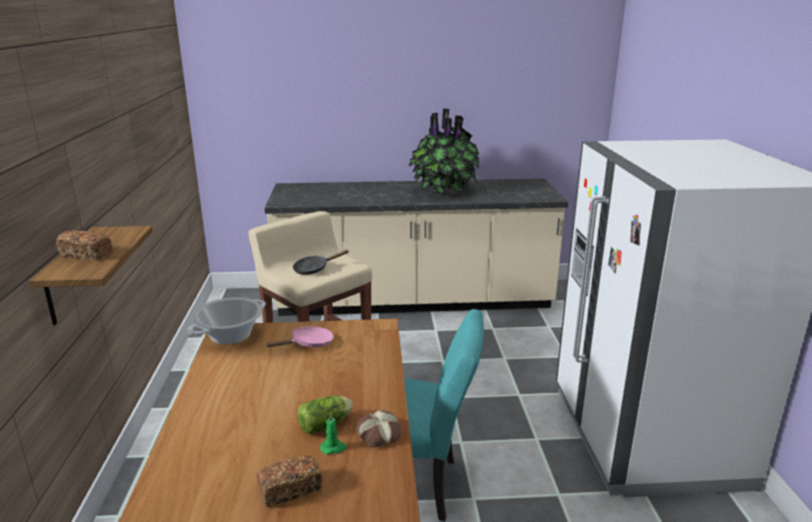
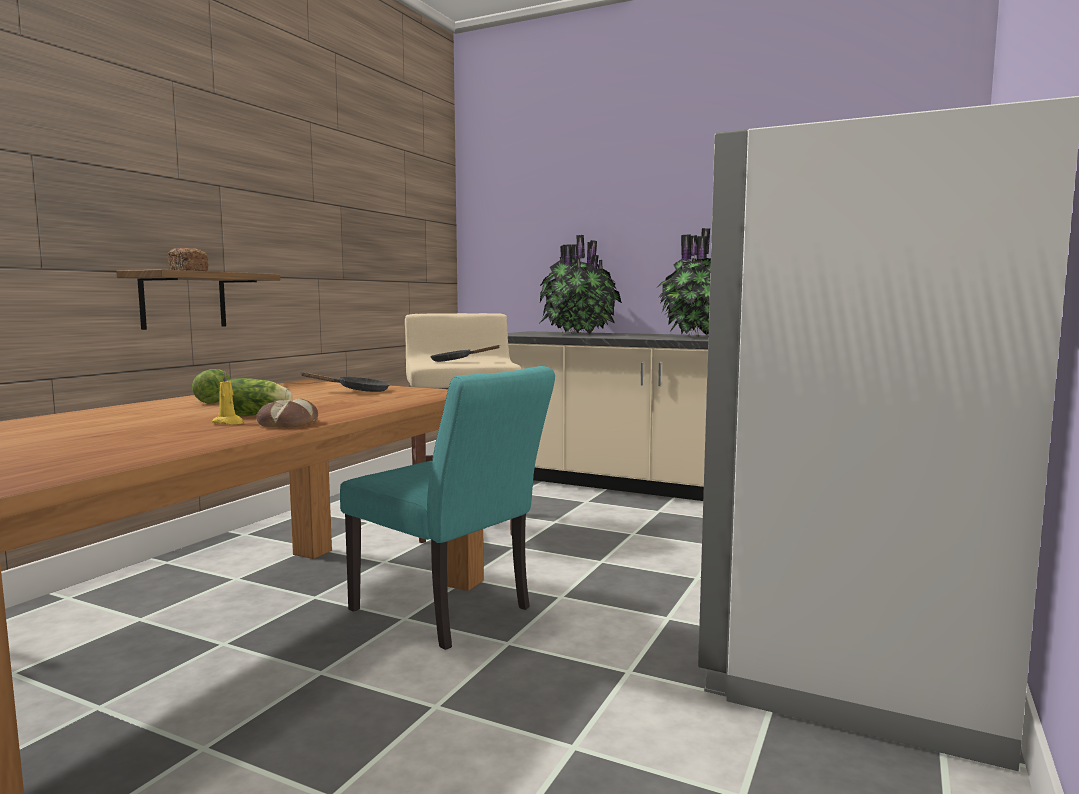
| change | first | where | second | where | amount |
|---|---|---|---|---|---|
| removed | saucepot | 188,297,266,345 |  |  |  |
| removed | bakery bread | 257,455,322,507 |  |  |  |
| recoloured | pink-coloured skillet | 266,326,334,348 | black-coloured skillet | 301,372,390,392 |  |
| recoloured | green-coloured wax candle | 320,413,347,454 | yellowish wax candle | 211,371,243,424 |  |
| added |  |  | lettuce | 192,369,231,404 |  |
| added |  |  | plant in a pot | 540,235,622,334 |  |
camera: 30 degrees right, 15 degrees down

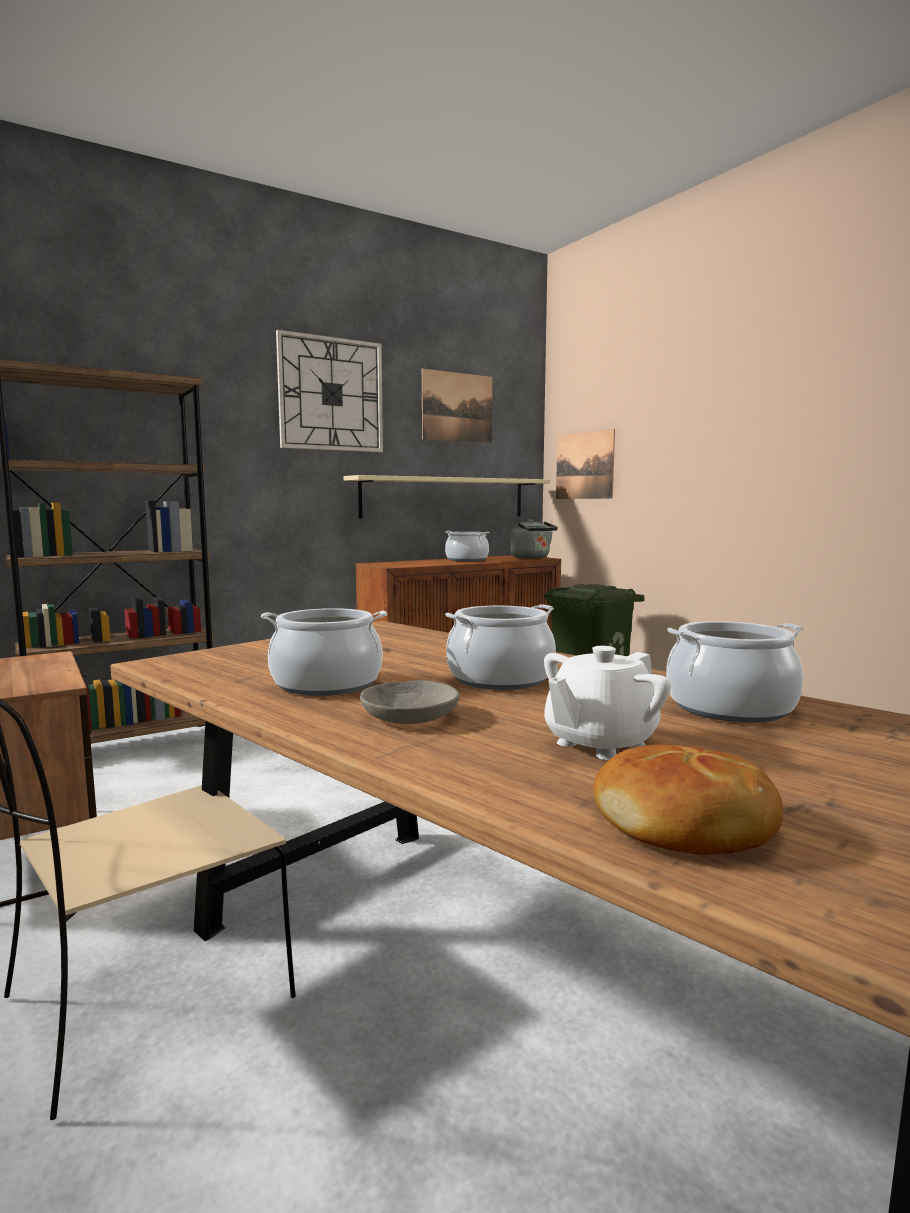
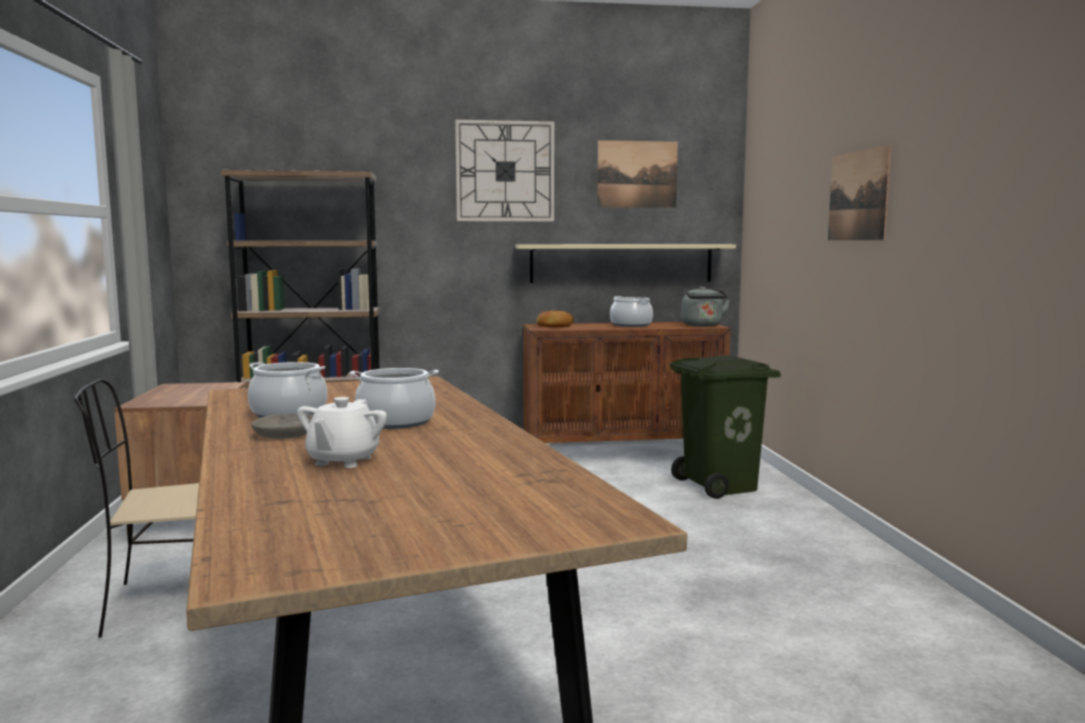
| change | first | where | second | where | amount |
|---|---|---|---|---|---|
| turned | white teapot | 544,646,671,760 |  | 297,397,387,468 | 60 degrees counterclockwise |
| moved | picture | 556,429,615,499 |  | 828,144,892,240 |  |
| moved | bakery bread | 593,744,783,855 |  | 536,310,573,327 |  |
| removed | saucepot | 666,621,803,723 |  |  |  |
camera: 25 degrees right, 0 degrees up

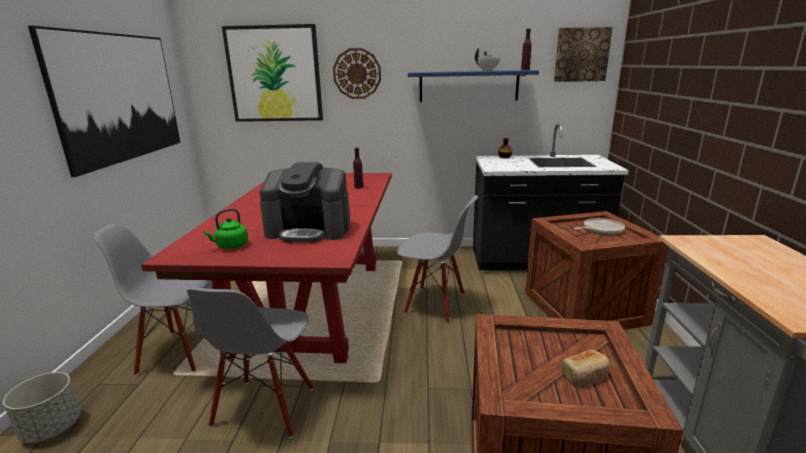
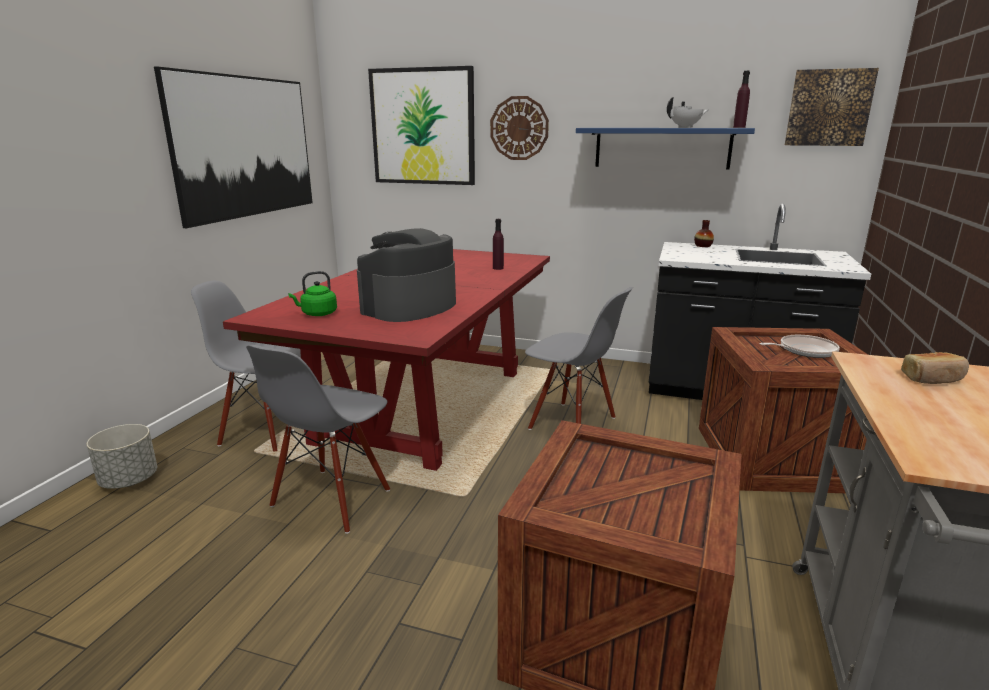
| change | first | where | second | where | amount |
|---|---|---|---|---|---|
| turned | coffee brewer | 260,162,350,242 |  | 357,228,456,322 | 105 degrees clockwise |
| moved | bakery bread | 561,350,610,386 |  | 901,352,969,384 |  |
camera: 15 degrees right, 0 degrees up

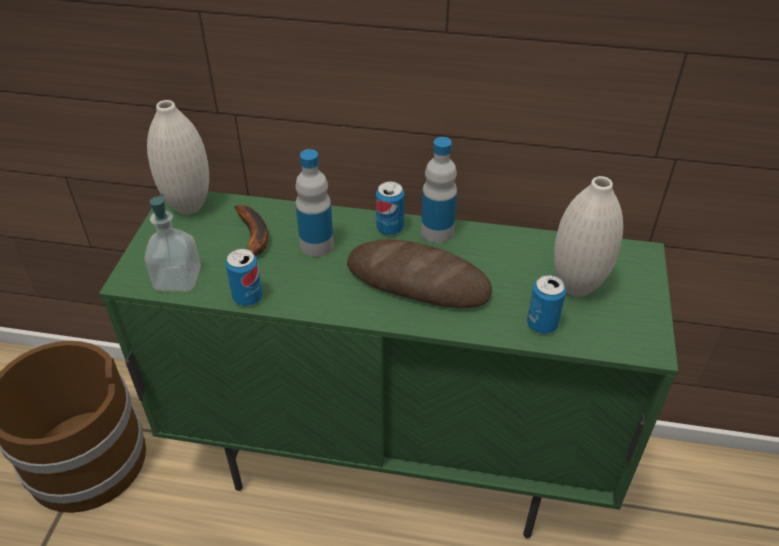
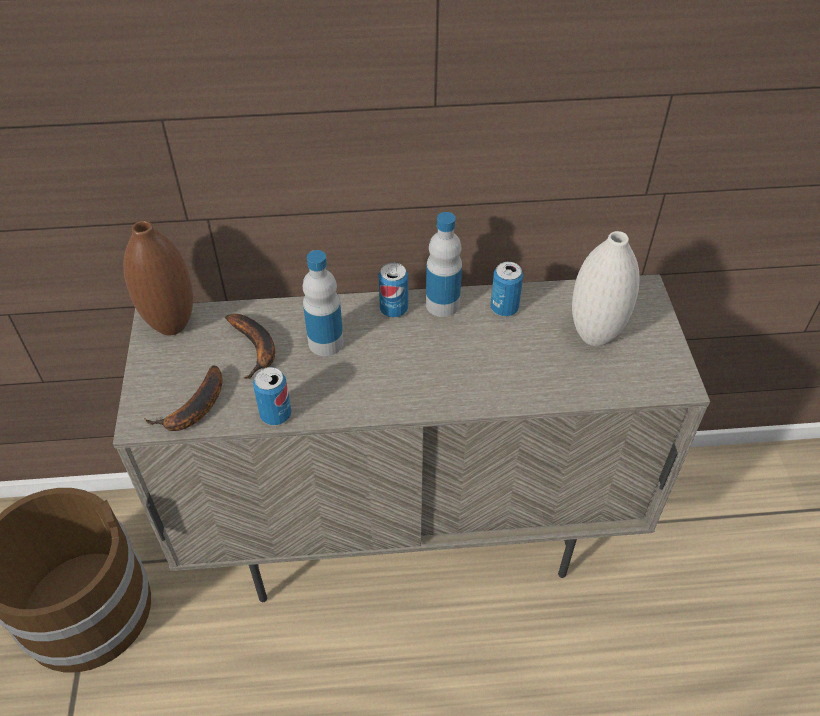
| change | first | where | second | where | amount |
|---|---|---|---|---|---|
| recoloured | green-coloured cabinet | 99,191,678,538 | beige-coloured cabinet | 113,274,710,602 |  |
| replaced | soap bottle | 145,193,201,292 | banana fruit | 144,365,223,431 |  |
| recoloured | white vase | 147,100,209,215 | brownish vase | 124,221,193,335 |  |
| removed | bakery bread | 347,239,492,308 |  |  |  |
| moved | metal can | 527,275,566,334 |  | 491,262,523,316 |  |
camera: 15 degrees left, 5 degrees up

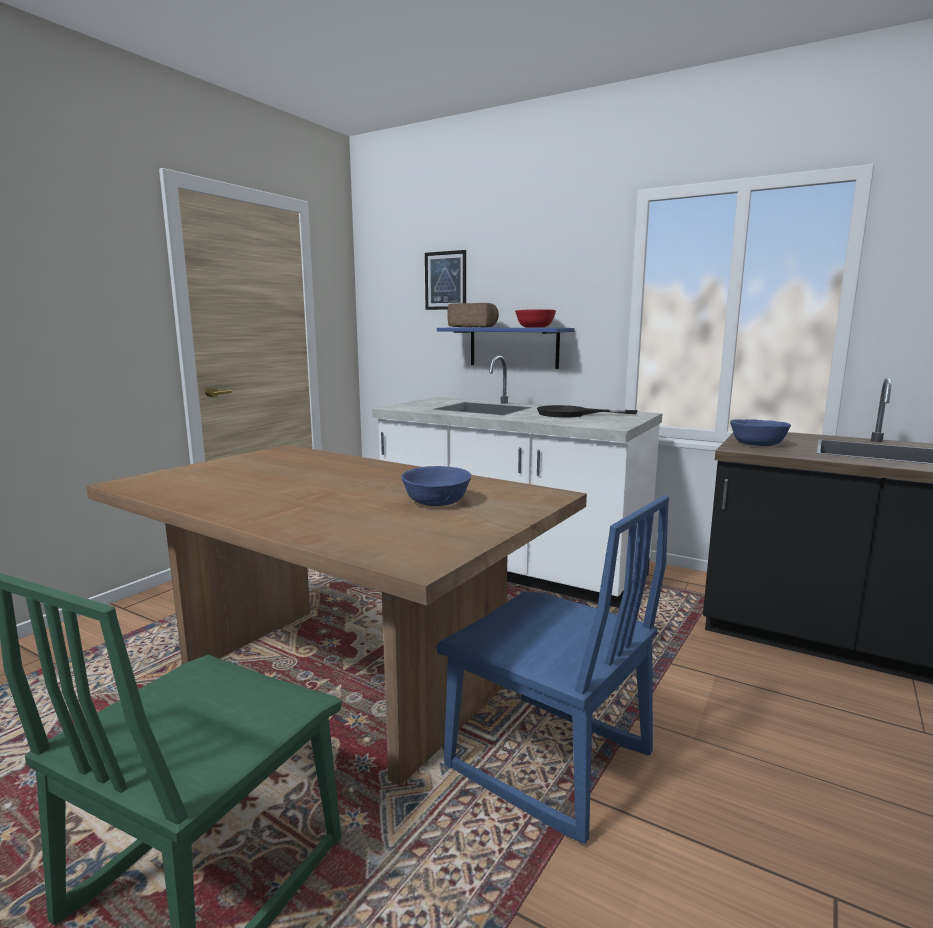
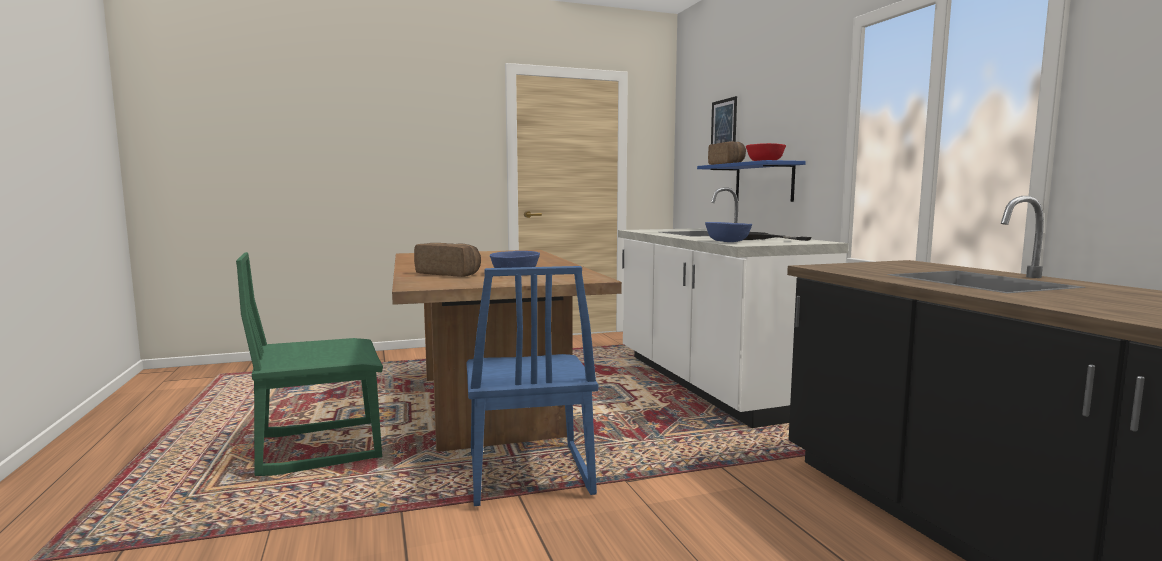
| change | first | where | second | where | amount |
|---|---|---|---|---|---|
| moved | blue bowl | 730,419,791,446 |  | 705,222,752,242 |  |
| added |  |  | bakery bread | 414,243,481,277 |  |
camera: 40 degrees right, 5 degrees down

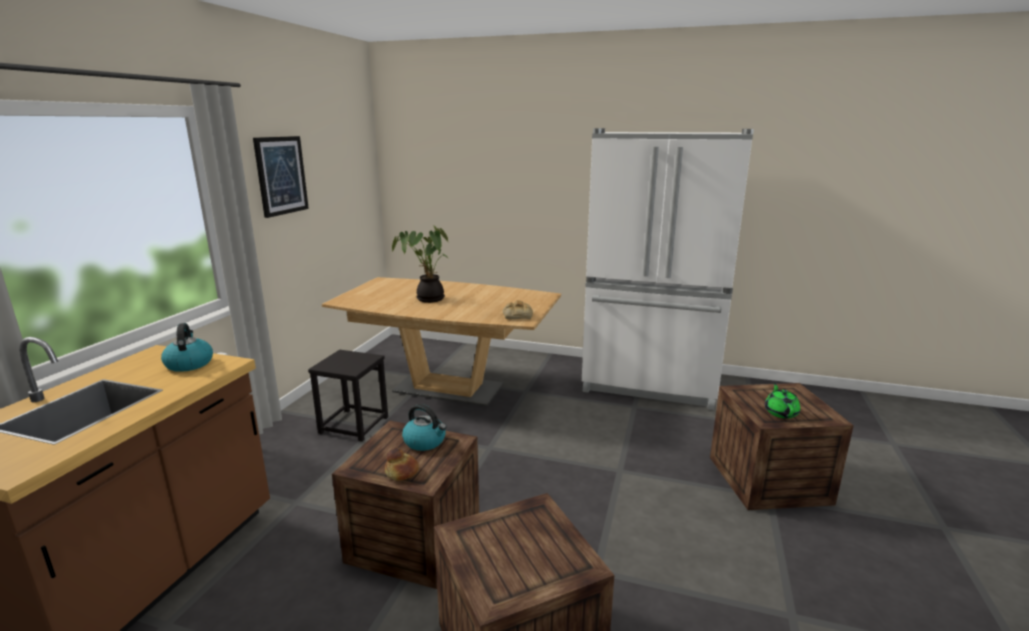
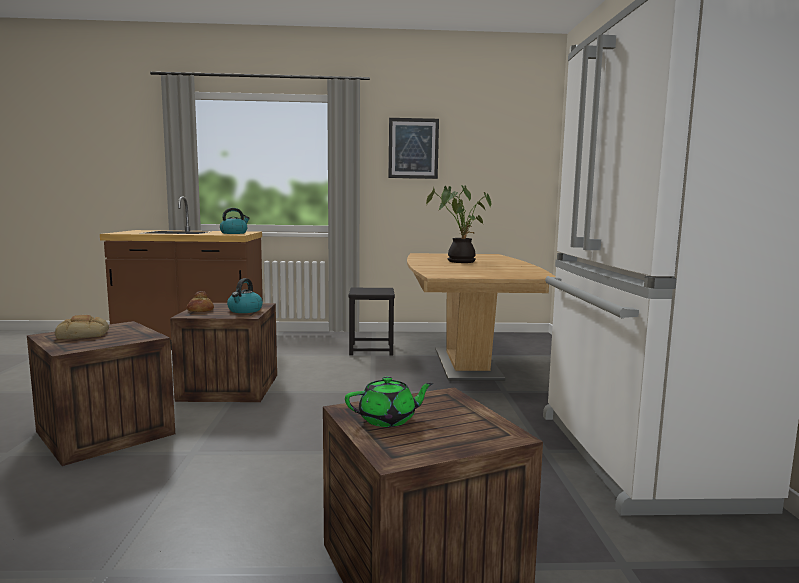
| change | first | where | second | where | amount |
|---|---|---|---|---|---|
| moved | bakery bread | 503,300,533,319 |  | 55,315,109,339 |  |
camera: 70 degrees right, 10 degrees down

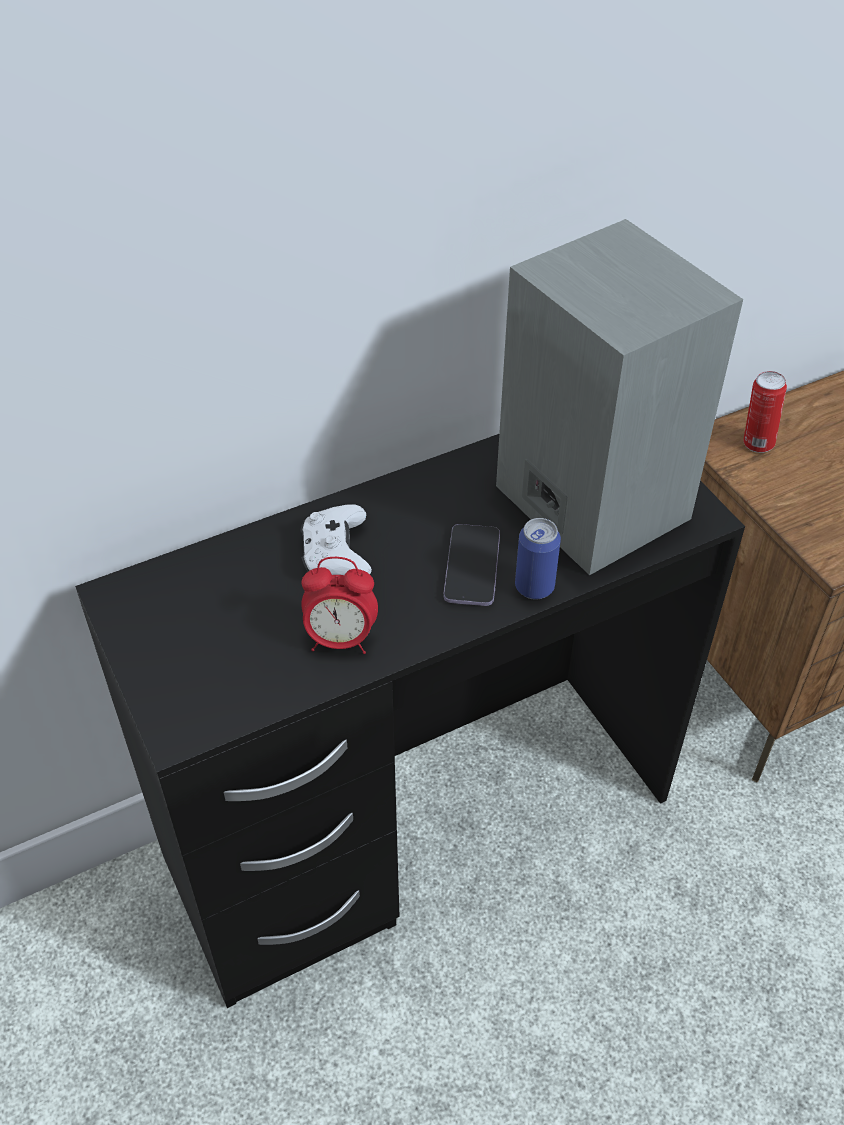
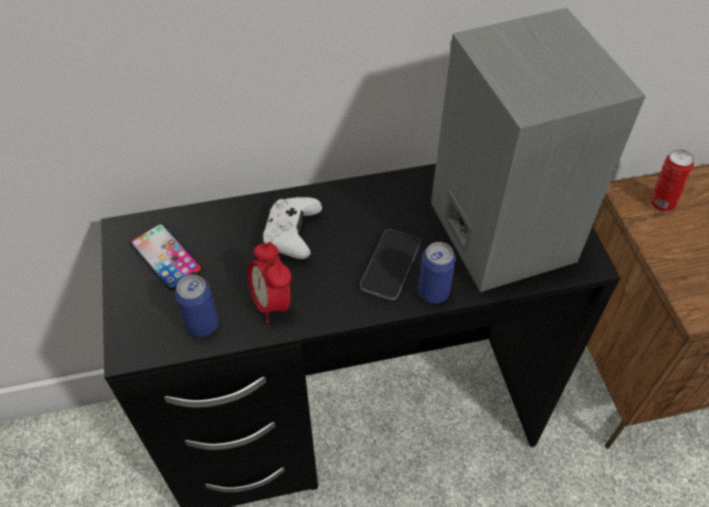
| change | first | where | second | where | amount |
|---|---|---|---|---|---|
| turned | alarm clock | 301,557,378,654 |  | 248,242,292,323 | 45 degrees clockwise |
| added |  |  | phone | 130,224,203,290 |  |
| added |  |  | metal can | 175,275,219,337 |  |
camera: 15 degrees right, 5 degrees up

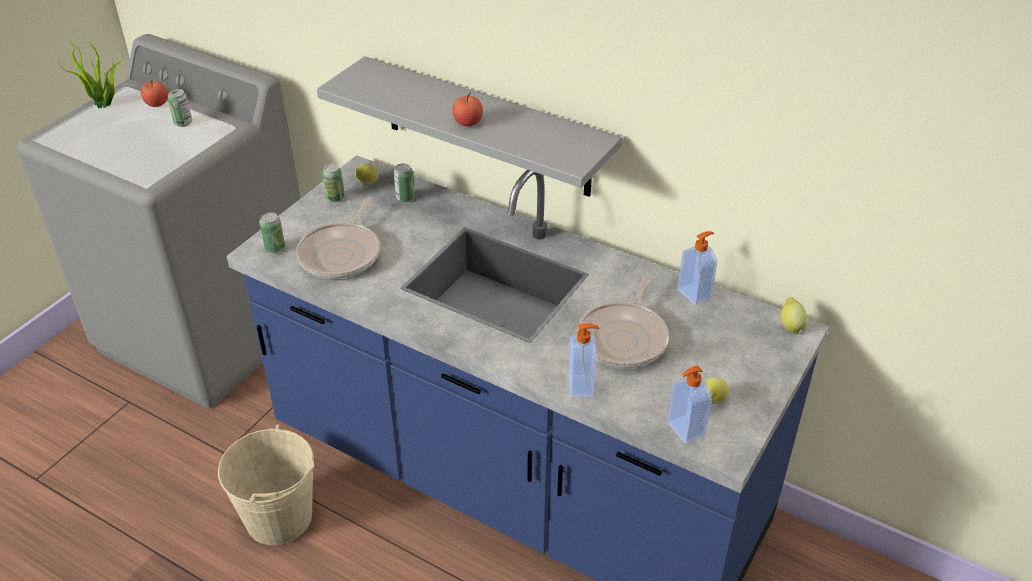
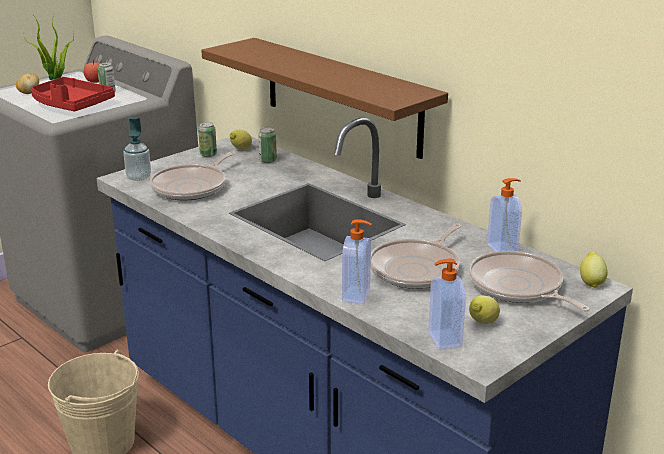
| change | first | where | second | where | amount |
|---|---|---|---|---|---|
| replaced | metal can | 260,212,285,253 | soap bottle | 123,118,151,181 |  |
| recoloured | grey bracket shelf | 317,56,622,197 | brownish bracket shelf | 201,38,448,159 |  |
| removed | apple fruit | 453,92,483,126 |  |  |  |
| added |  |  | potato | 16,73,39,94 |  |
| added |  |  | reddish serving tray | 31,77,115,112 |  |
| added |  |  | skillet | 469,251,590,312 |  |
camera: 15 degrees right, 15 degrees down

